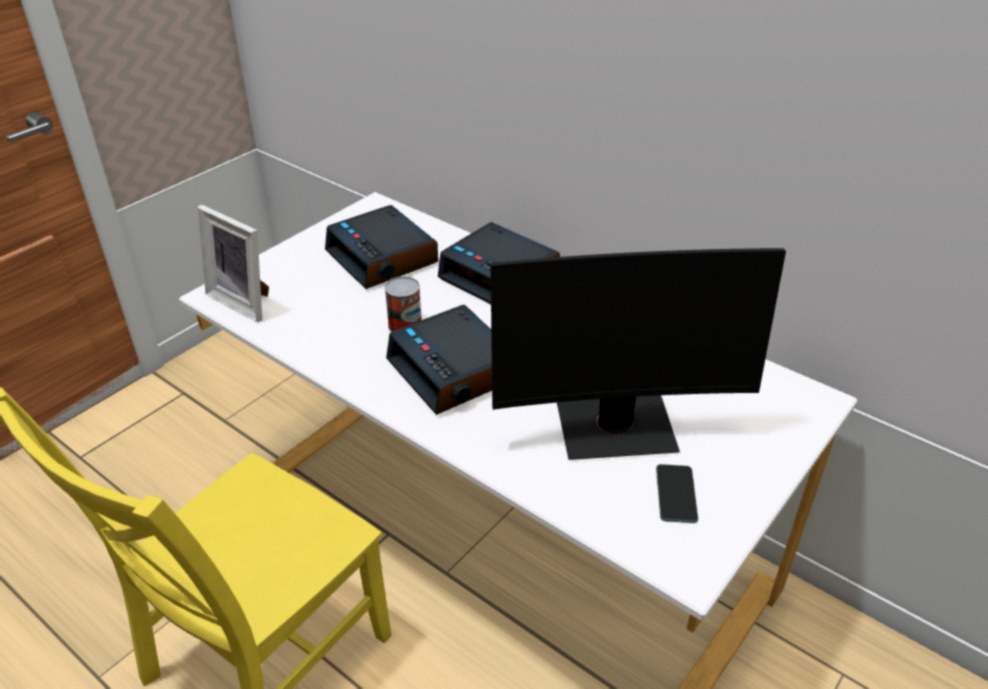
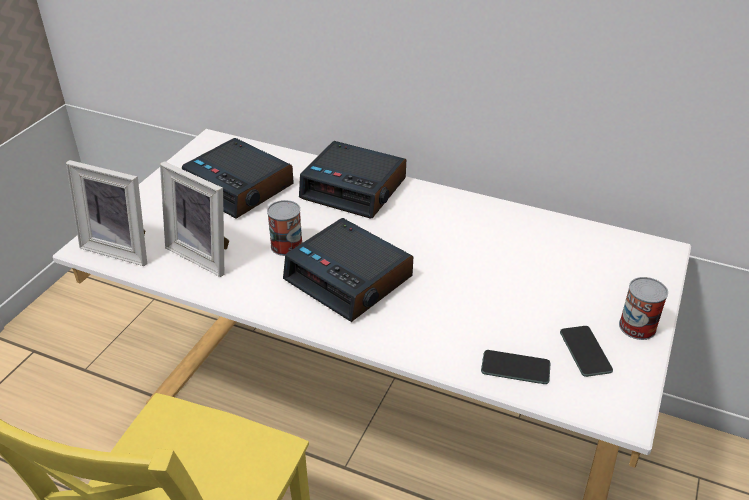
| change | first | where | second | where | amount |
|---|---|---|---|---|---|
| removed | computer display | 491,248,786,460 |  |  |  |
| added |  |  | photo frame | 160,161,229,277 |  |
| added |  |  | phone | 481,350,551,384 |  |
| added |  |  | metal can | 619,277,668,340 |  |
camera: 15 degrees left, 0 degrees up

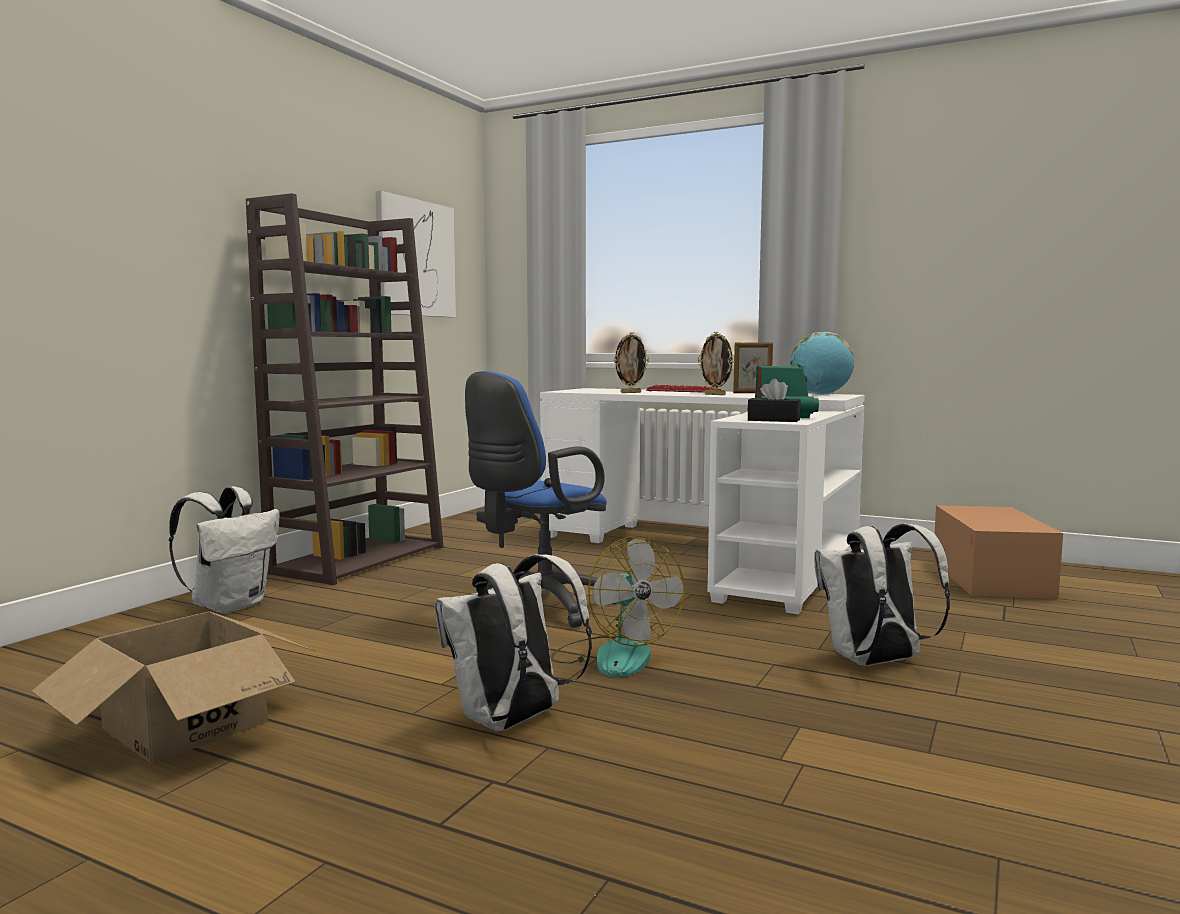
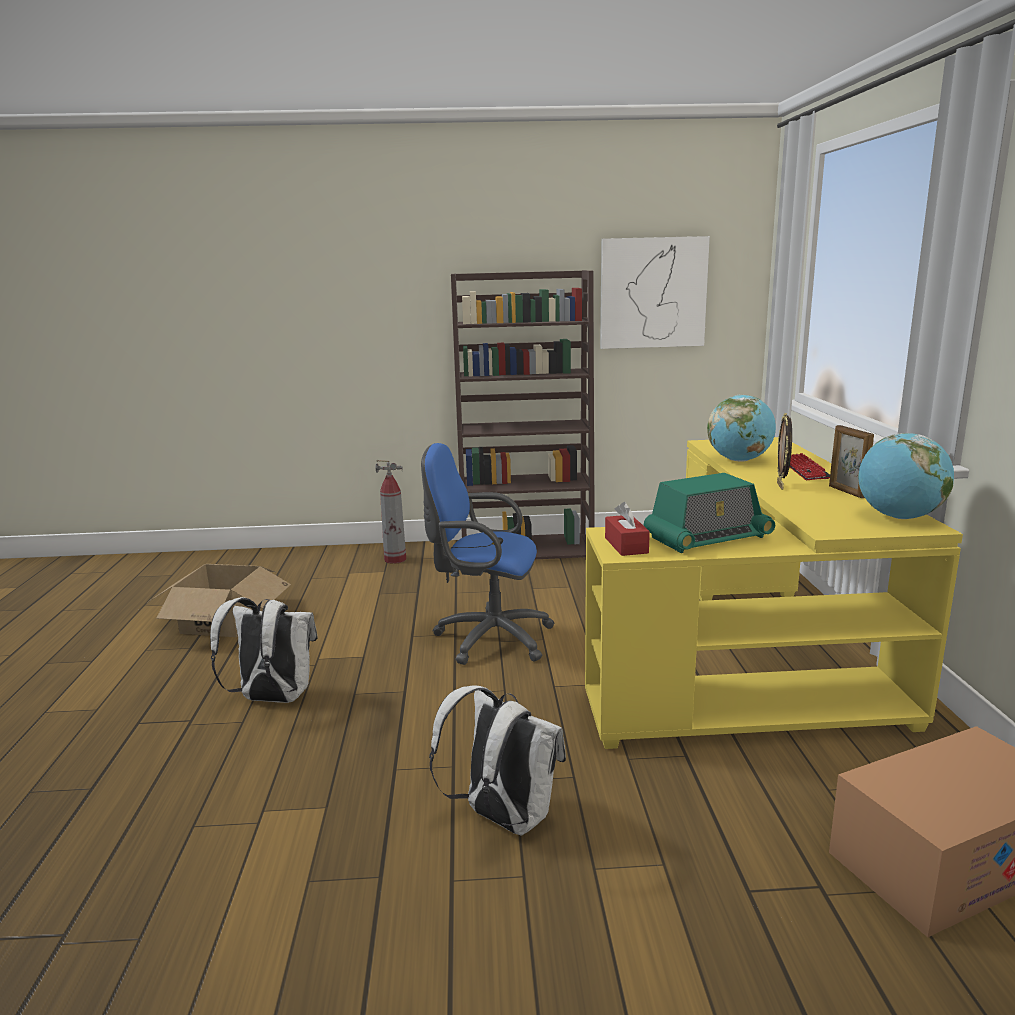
| change | first | where | second | where | amount |
|---|---|---|---|---|---|
| replaced | white knapsack | 169,486,279,614 | fire-fighting cylinder | 376,460,406,564 |  |
| recoloured | white desk unit | 540,388,865,614 | yellowish desk unit | 585,437,963,749 |  |
| removed | electric fan | 550,536,685,677 |  |  |  |
| replaced | photo frame | 614,332,649,393 | desk globe | 707,395,776,462 |  |
| recoloured | black-coloured tissue holder | 748,379,801,422 | reddish tissue holder | 605,502,650,556 |  |
camera: 60 degrees right, 10 degrees up

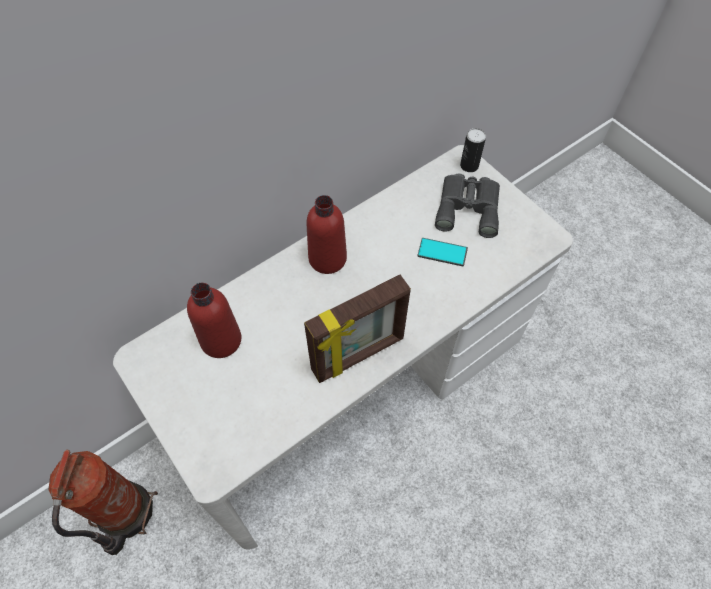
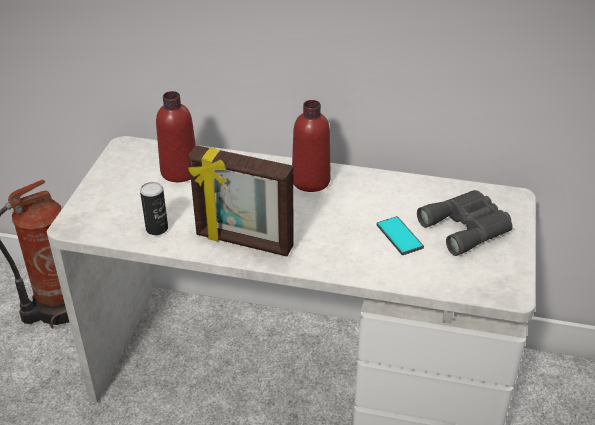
| change | first | where | second | where | amount |
|---|---|---|---|---|---|
| moved | metal can | 460,128,486,172 |  | 140,182,168,235 |  |
camera: 50 degrees right, 20 degrees down

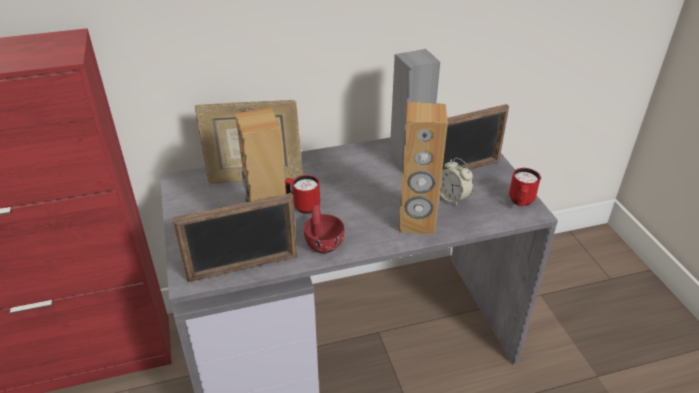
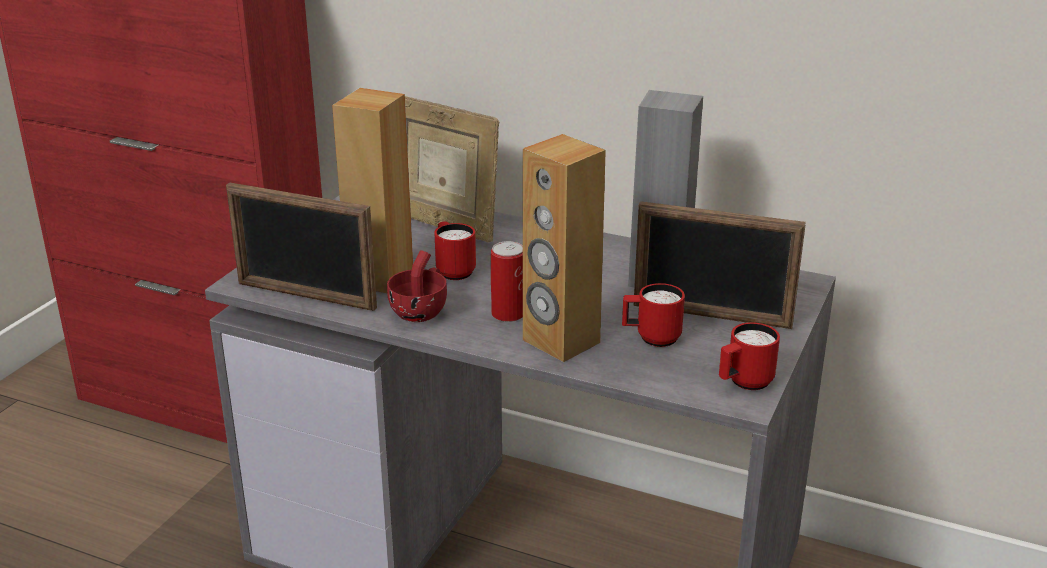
| change | first | where | second | where | amount |
|---|---|---|---|---|---|
| replaced | alarm clock | 439,158,473,206 | reddish coffee mug | 622,283,685,347 |  |
| added |  |  | metal can | 491,241,523,322 |  |
camera: 40 degrees right, 10 degrees down

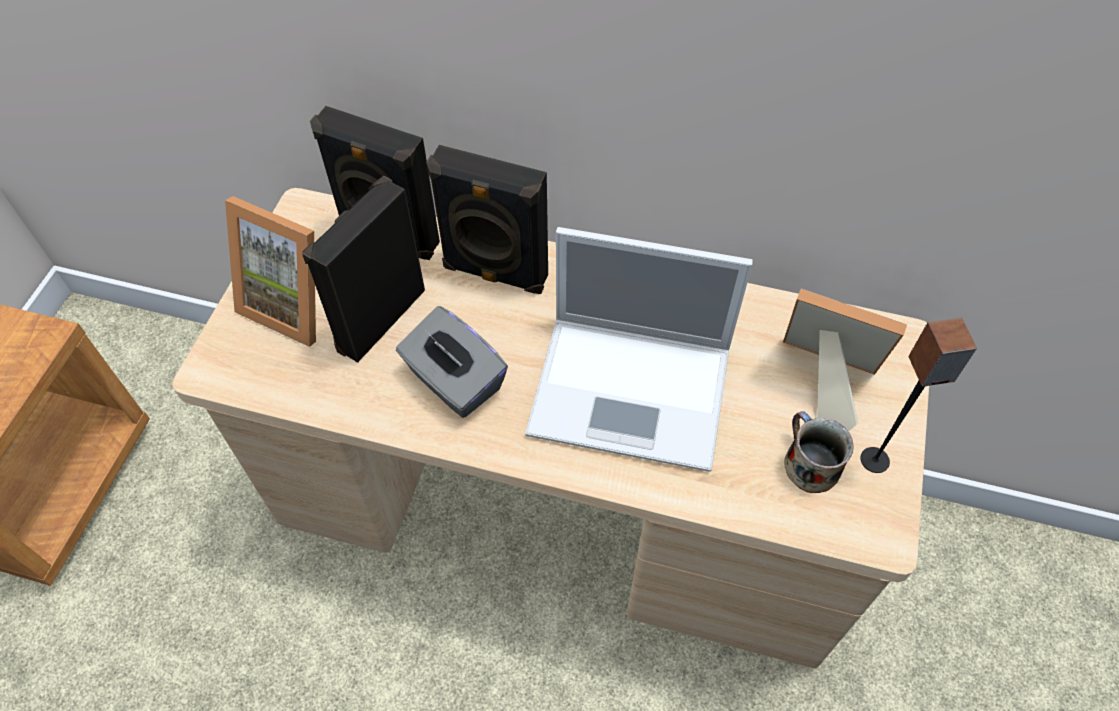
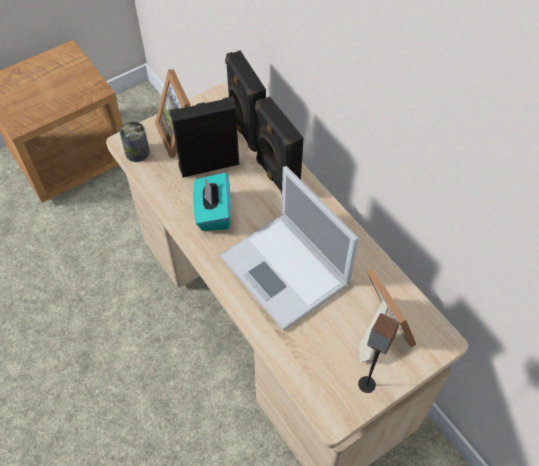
| change | first | where | second | where | amount |
|---|---|---|---|---|---|
| recoloured | grey tissue holder | 396,306,508,418 | turquoise-coloured tissue holder | 193,172,231,231 |  |
| removed | coffee mug | 784,411,853,493 |  |  |  |
| added |  |  | metal can | 120,121,150,162 |  |
camera: 40 degrees right, 0 degrees up

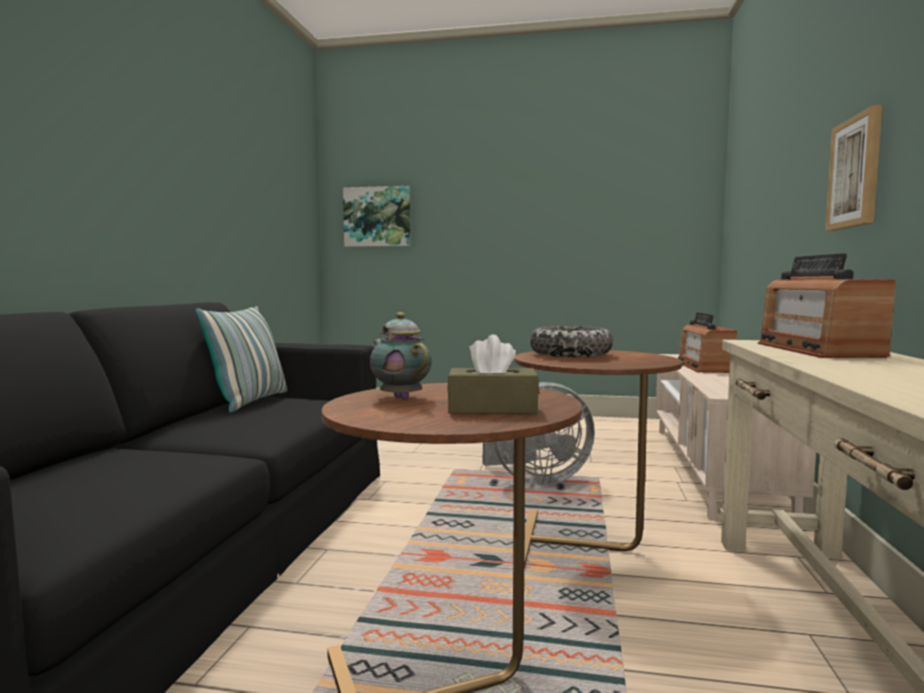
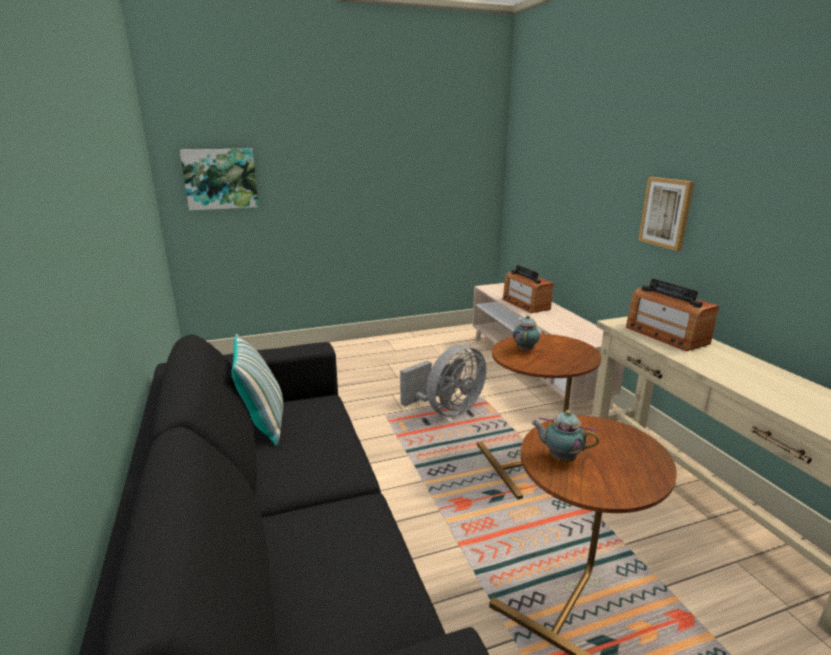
| change | first | where | second | where | amount |
|---|---|---|---|---|---|
| removed | brownish tissue holder | 447,334,539,414 |  |  |  |
| replaced | bowl | 530,326,613,357 | teapot | 513,315,540,352 |  |
camera: 30 degrees left, 15 degrees up

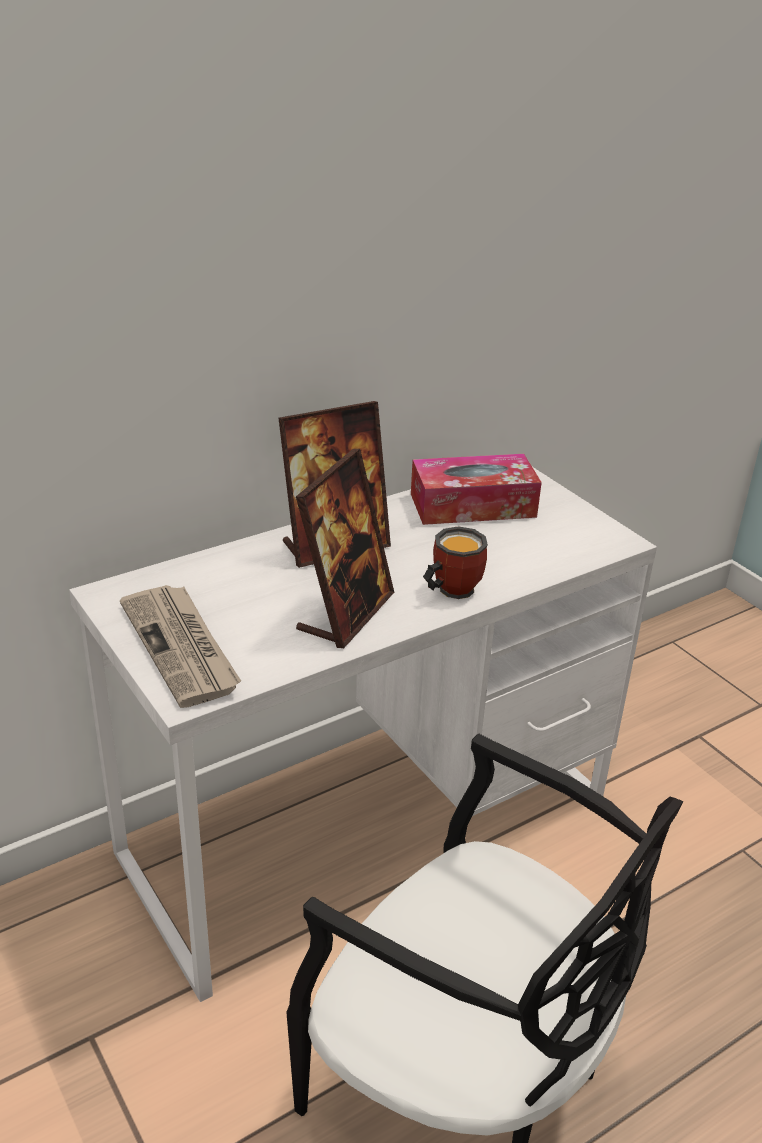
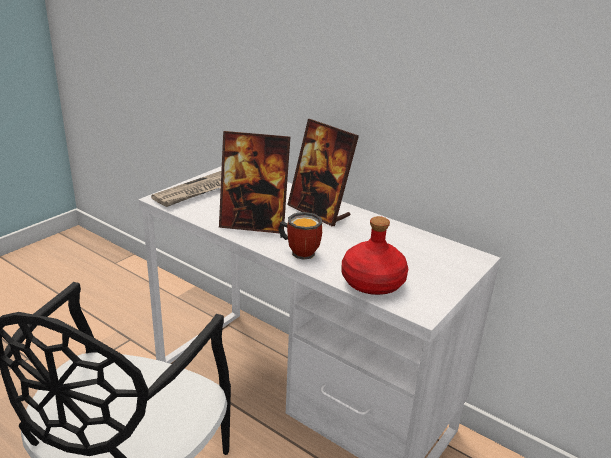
| change | first | where | second | where | amount |
|---|---|---|---|---|---|
| removed | tissue holder | 411,454,542,525 |  |  |  |
| added |  |  | reddish beverage bottle | 341,216,408,295 |  |
camera: 70 degrees right, 5 degrees down

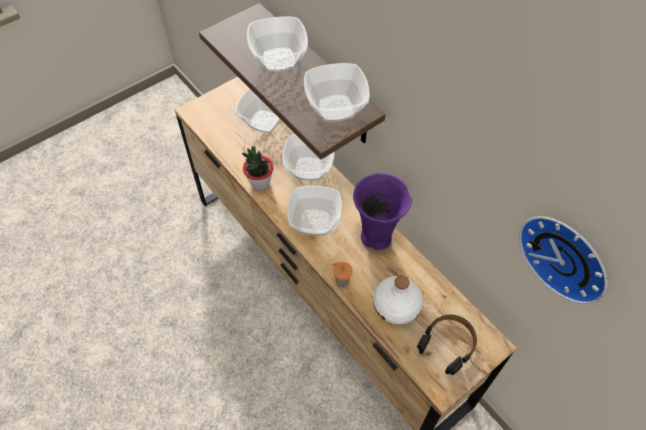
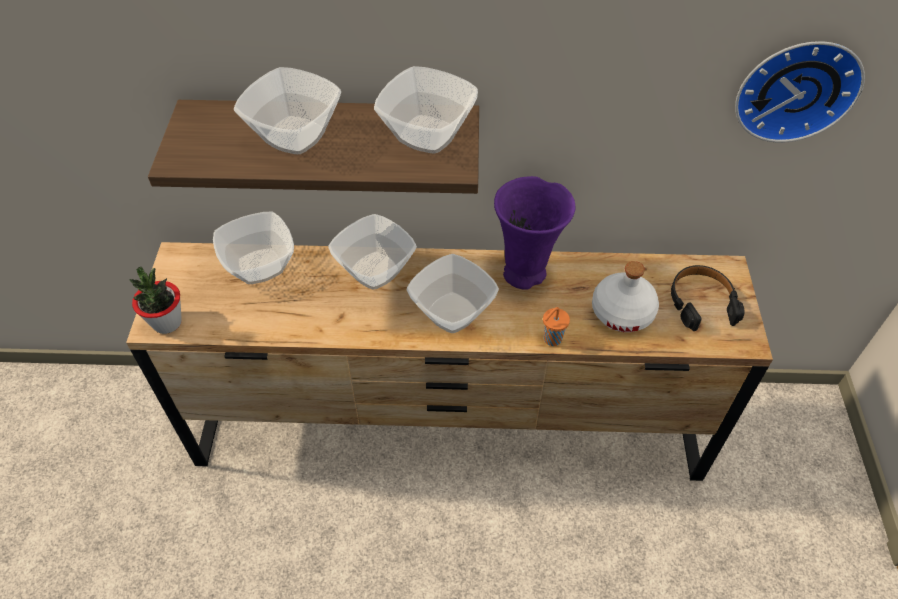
| change | first | where | second | where | amount |
|---|---|---|---|---|---|
| moved | plant in a pot | 242,146,274,190 |  | 129,267,182,334 |  |
camera: 50 degrees left, 5 degrees down

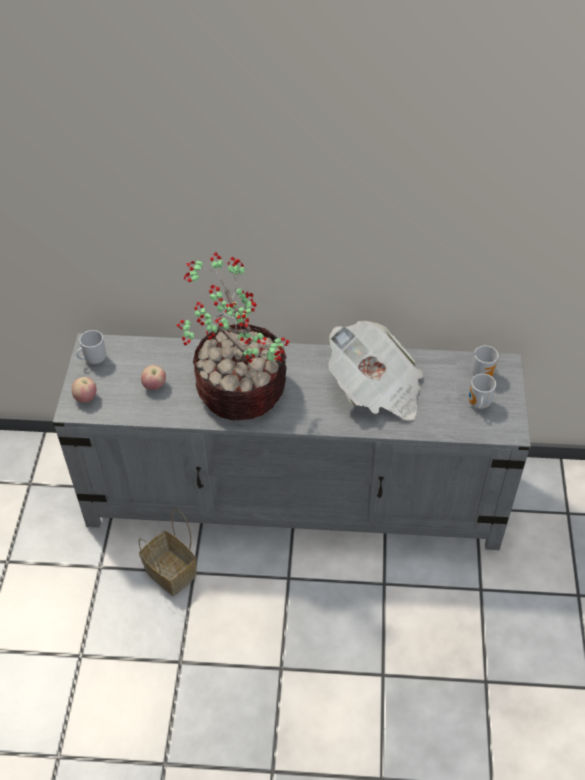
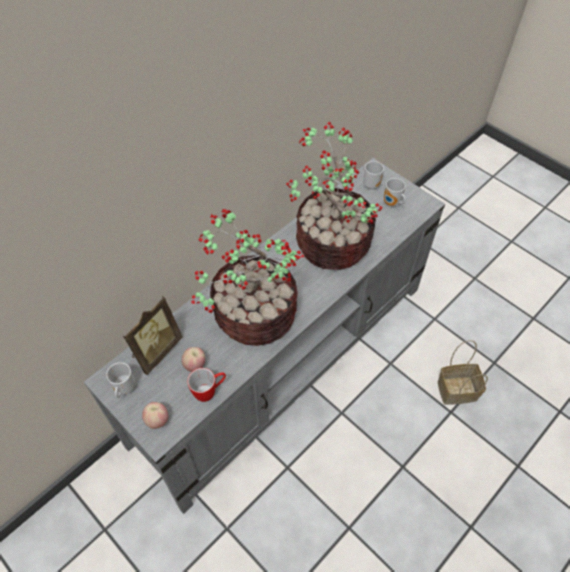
| change | first | where | second | where | amount |
|---|---|---|---|---|---|
| moved | storage basket | 138,509,197,596 |  | 438,340,488,405 |  |
| replaced | daily paper | 328,321,423,421 | plant in a pot | 286,122,383,270 |  |
| added |  |  | photo frame | 123,296,182,375 |  |
| added |  |  | coffee mug | 187,368,226,402 |  |
camera: 50 degrees left, 5 degrees up

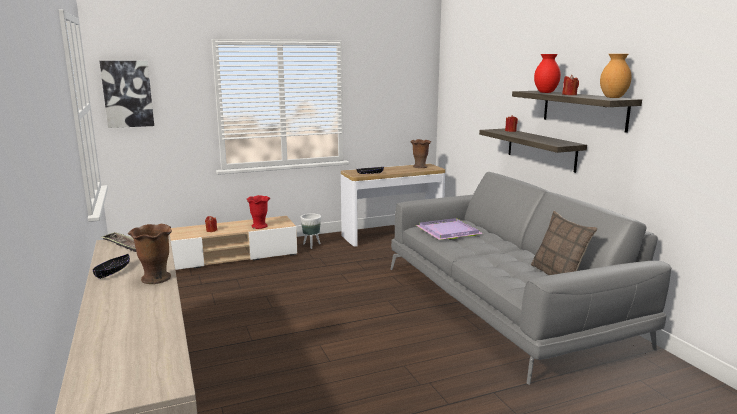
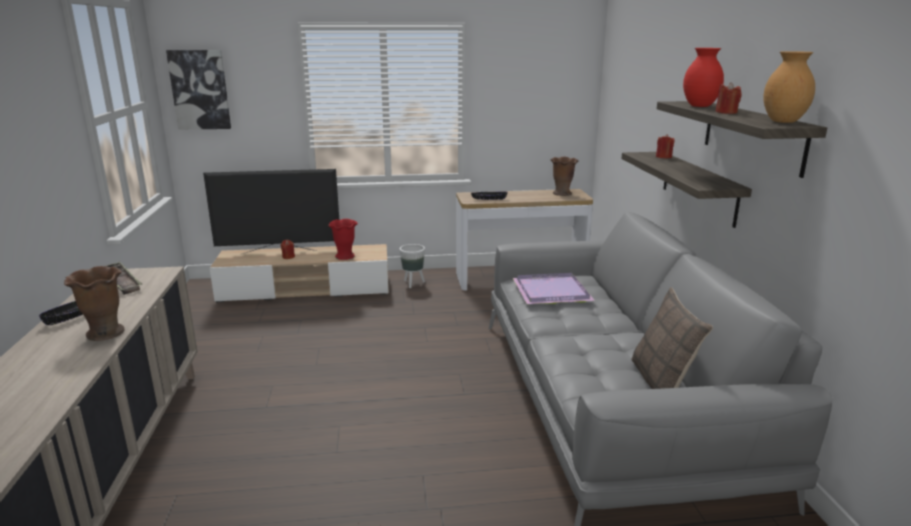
| change | first | where | second | where | amount |
|---|---|---|---|---|---|
| added |  |  | TV | 203,169,339,254 |  |
camera: 15 degrees right, 5 degrees up

